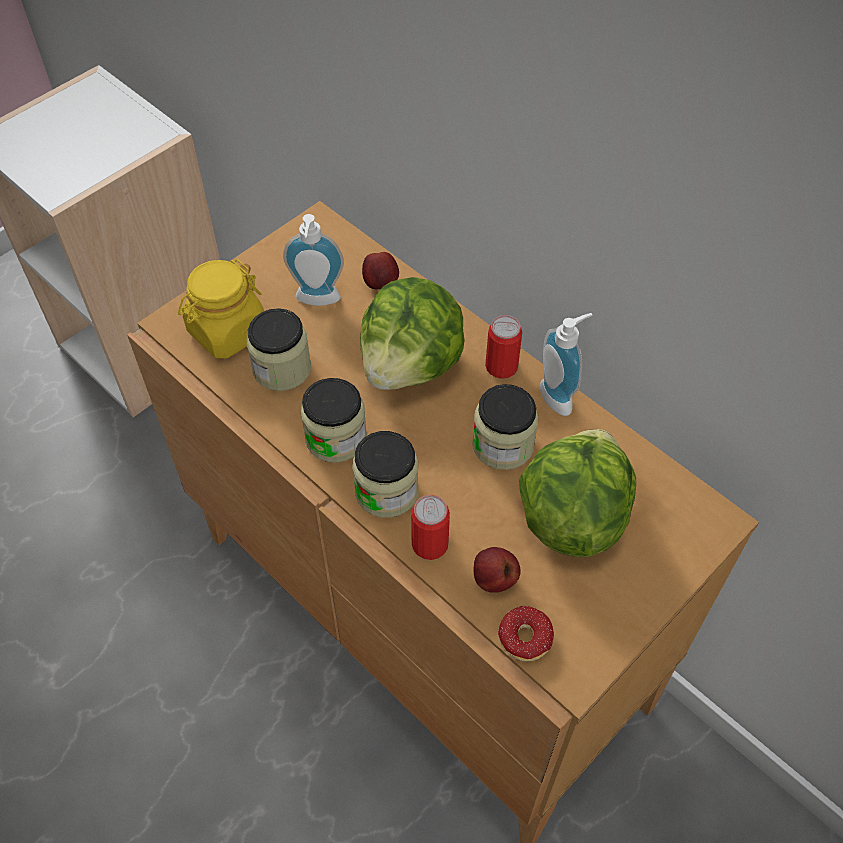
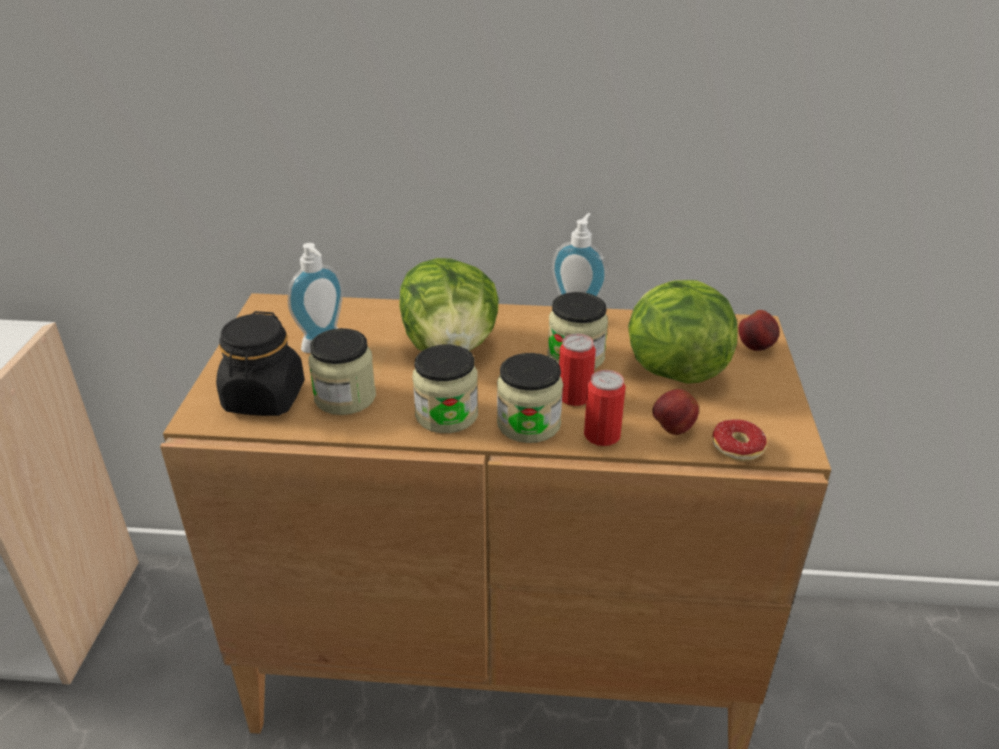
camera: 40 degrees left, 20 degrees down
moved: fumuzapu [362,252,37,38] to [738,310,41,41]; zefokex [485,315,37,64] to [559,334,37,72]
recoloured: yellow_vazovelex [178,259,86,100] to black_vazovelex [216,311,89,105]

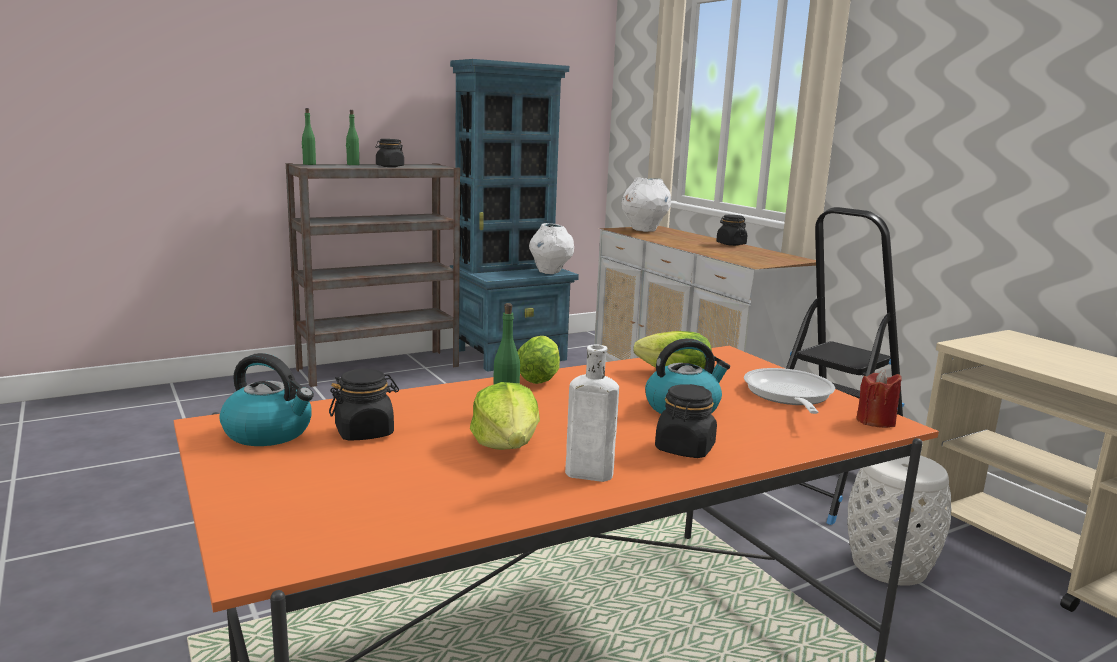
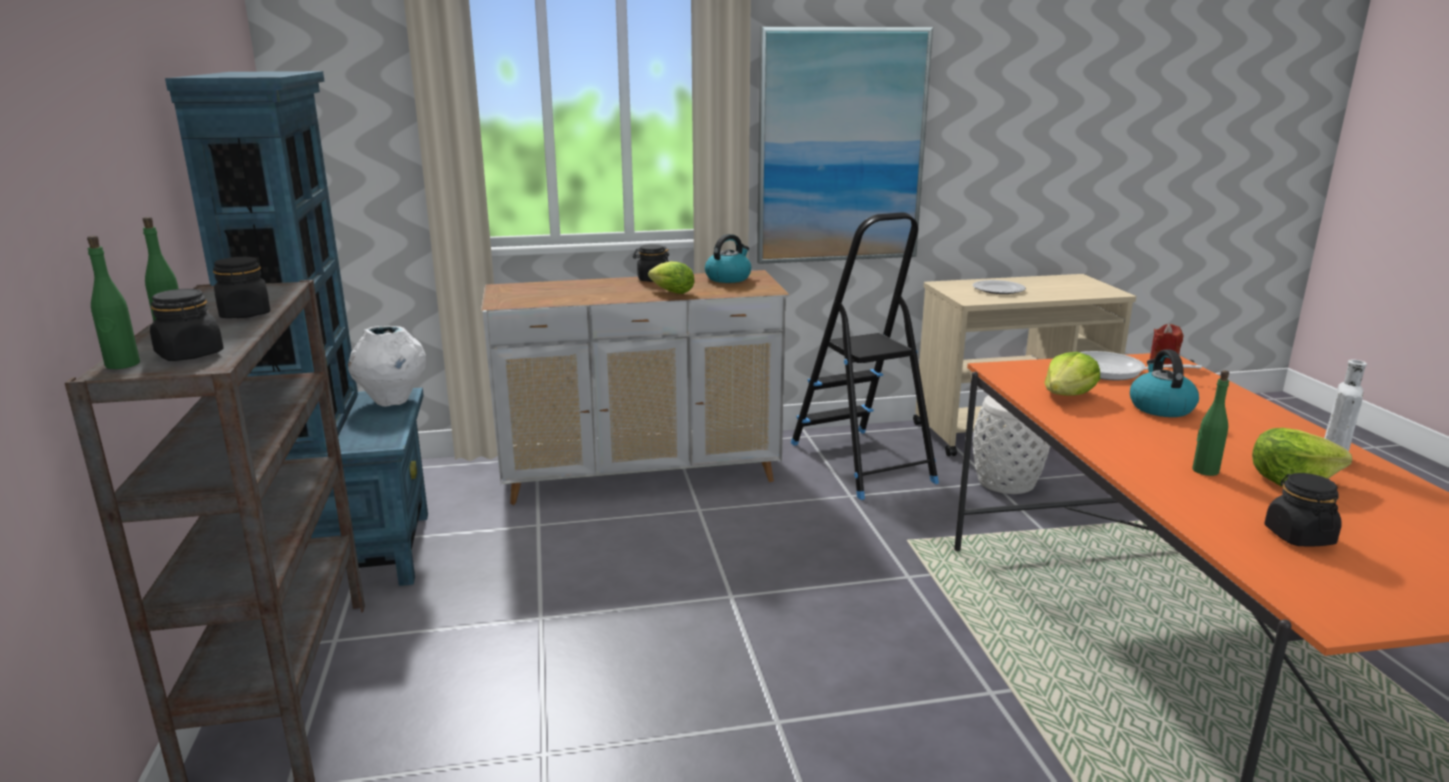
camera: 70 degrees left, 5 degrees up
removed: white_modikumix [622,177,49,55]
added: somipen [757,27,176,237]; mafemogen [973,280,53,14]
moved: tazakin [220,353,94,93] to [705,234,46,49]; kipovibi [517,336,43,48] to [648,261,47,33]; black_vazovelex [655,384,62,74] to [150,289,74,72]

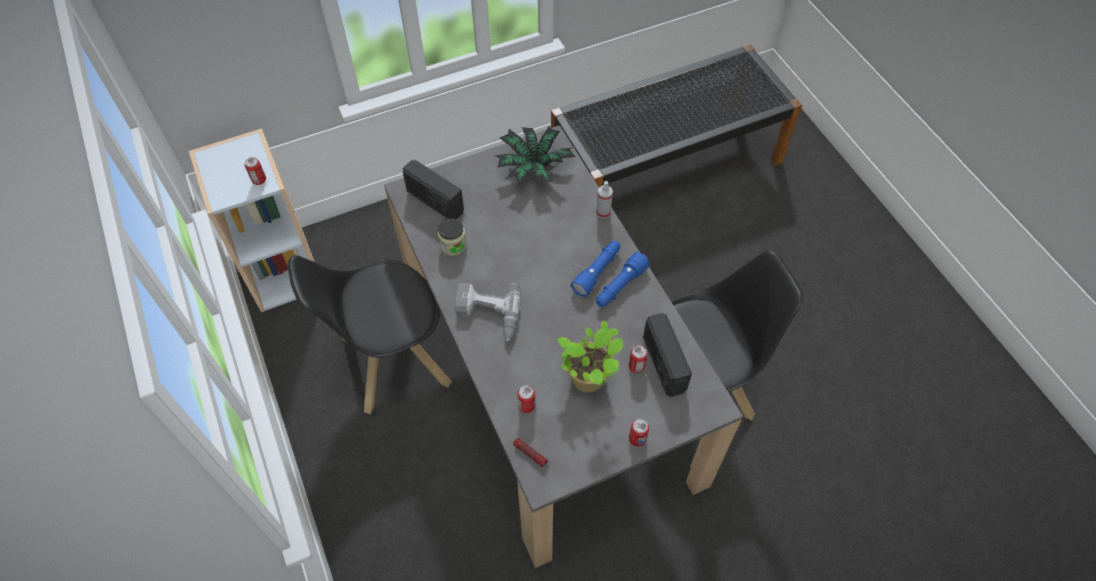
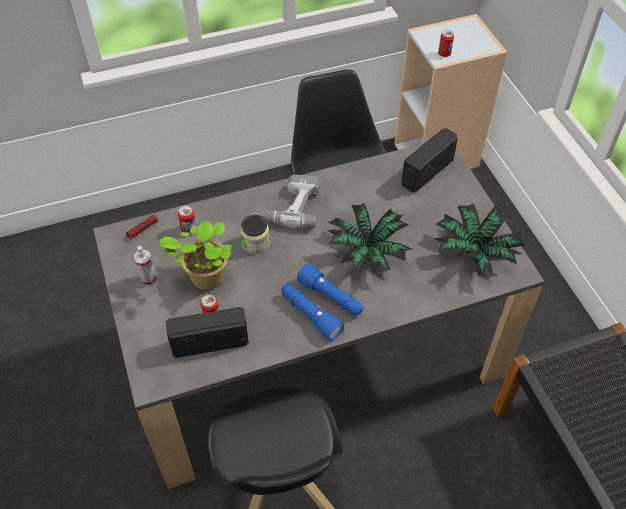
camera: 95 degrees right, 5 degrees down
removed: zefokex [629,419,20,28]
added: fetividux [328,203,84,71]
moved: vazovelex [438,219,29,37] to [240,215,30,39]; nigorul [596,181,17,37] to [134,246,23,40]

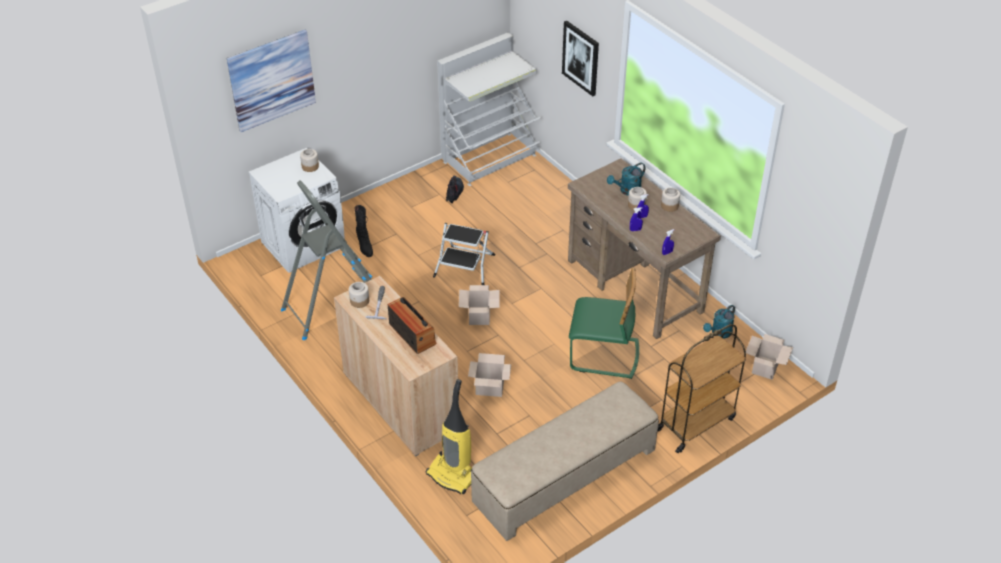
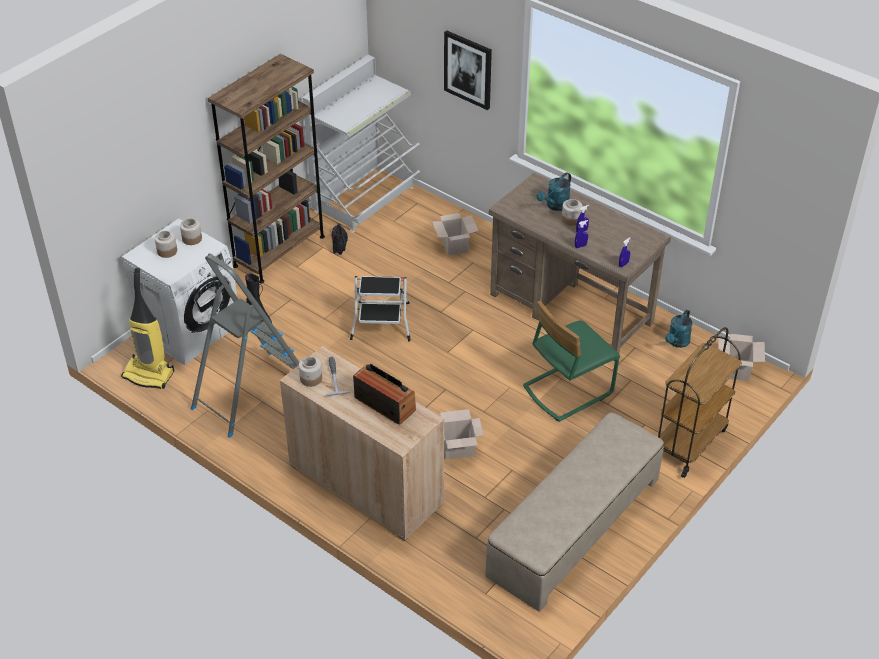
camera: 15 degrees left, 0 degrees up
removed: somipen [227,30,89,102]
added: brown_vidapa [208,54,117,229]
moved: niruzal [426,379,46,115] to [121,268,53,121]; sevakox [459,285,41,40] to [432,213,46,43]; vazovelex [661,188,19,24] to [155,231,22,27]
turned: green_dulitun [569,268,70,111] = [523,301,97,121] 150 degrees clockwise

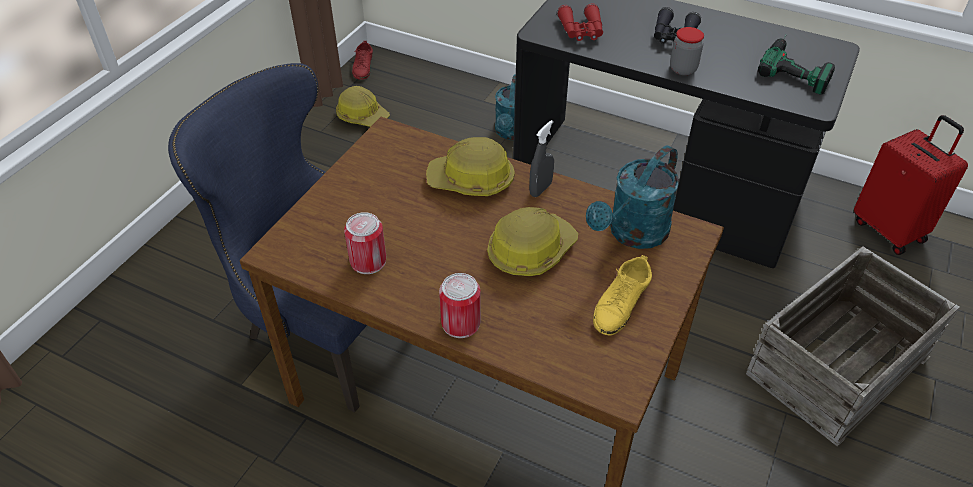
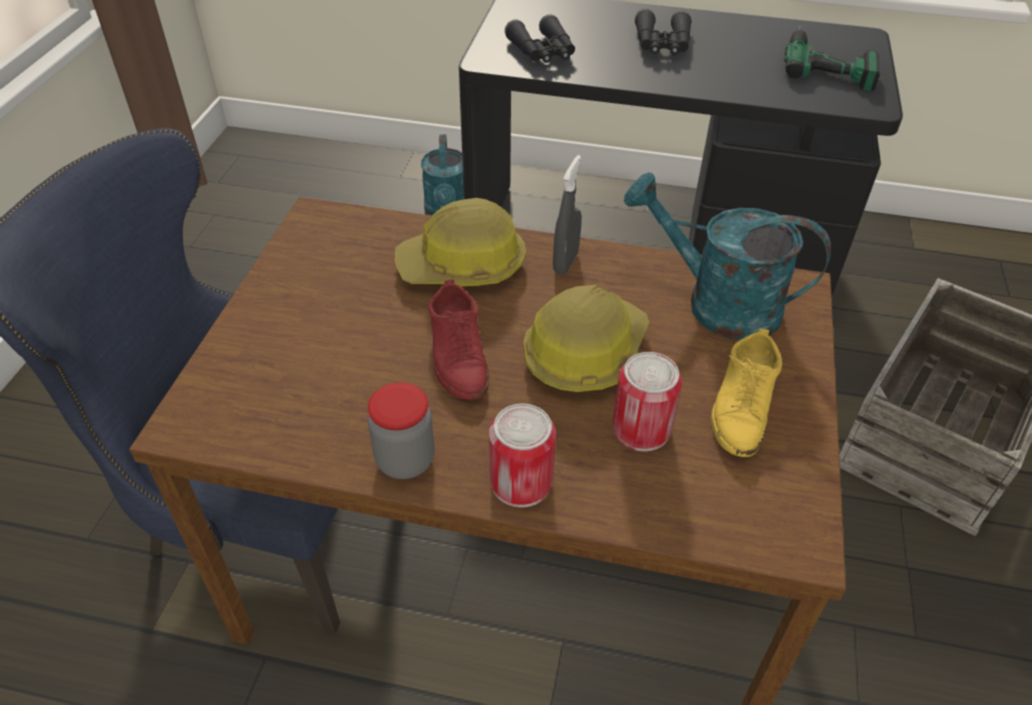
camera: 15 degrees left, 0 degrees up
removed: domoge [336,86,54,41]; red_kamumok [854,115,114,140]
moved: zefokex [344,212,42,62] to [612,352,70,99]; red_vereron [352,41,21,39] to [428,279,61,121]; vazovelex [670,27,34,48] to [368,383,66,96]
recoloured: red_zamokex [557,4,46,37] to black_zamokex [505,14,70,49]
turned: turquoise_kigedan [586,145,93,104] = [624,172,207,168] 90 degrees clockwise

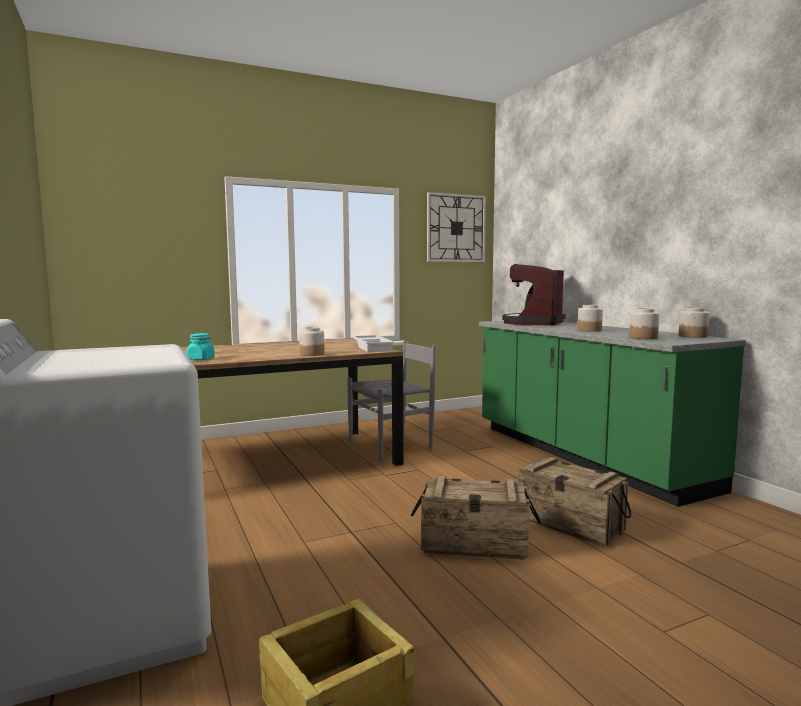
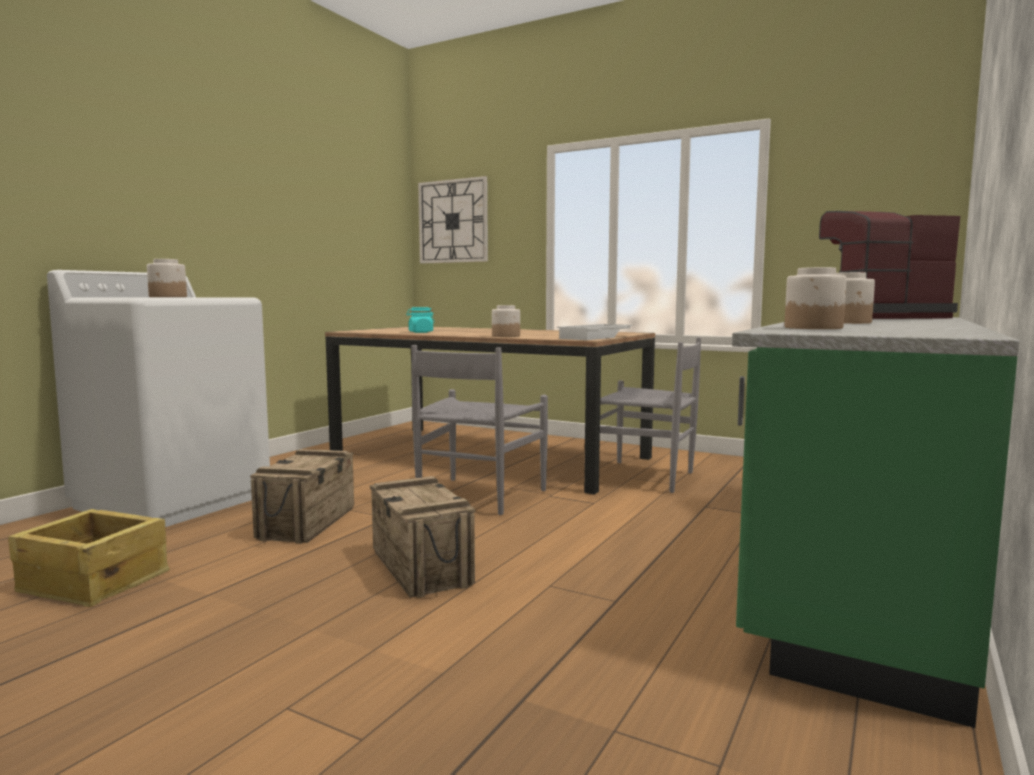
camera: 55 degrees right, 0 degrees up
added: grey_dulitun [412,345,136,170]
moved: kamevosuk [427,192,59,70] to [418,176,70,87]; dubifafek [518,457,113,90] to [250,449,104,95]; vazovelex [679,307,30,31] to [147,259,40,38]

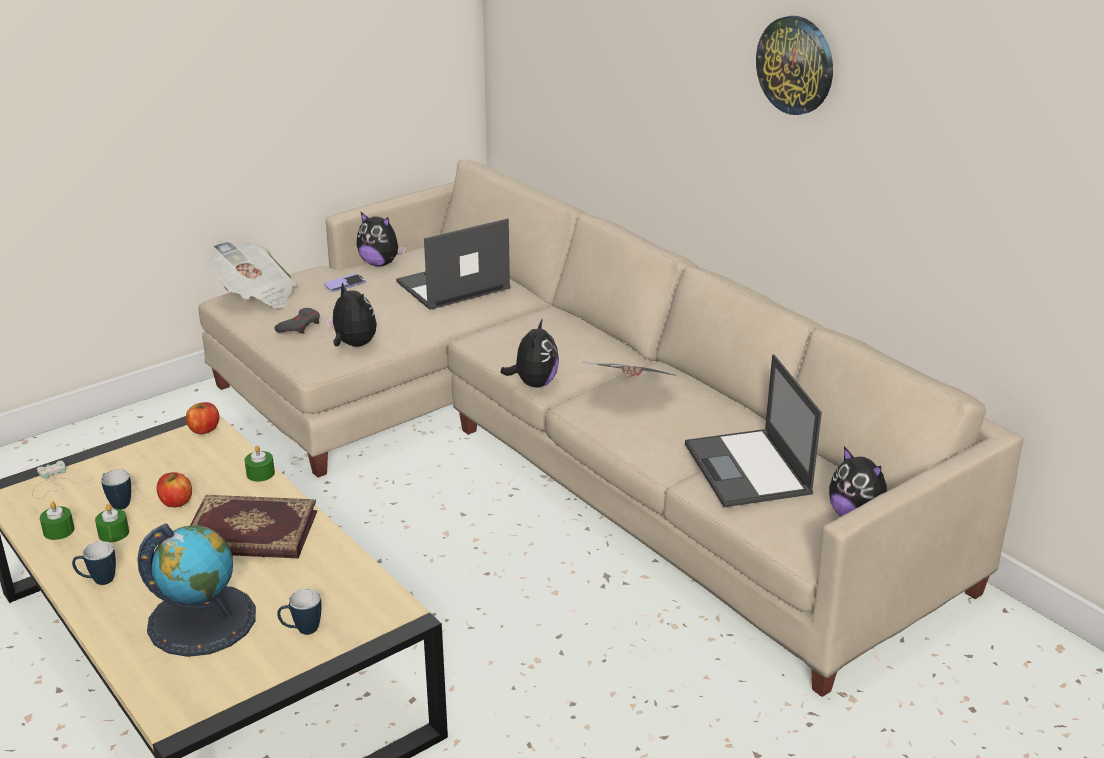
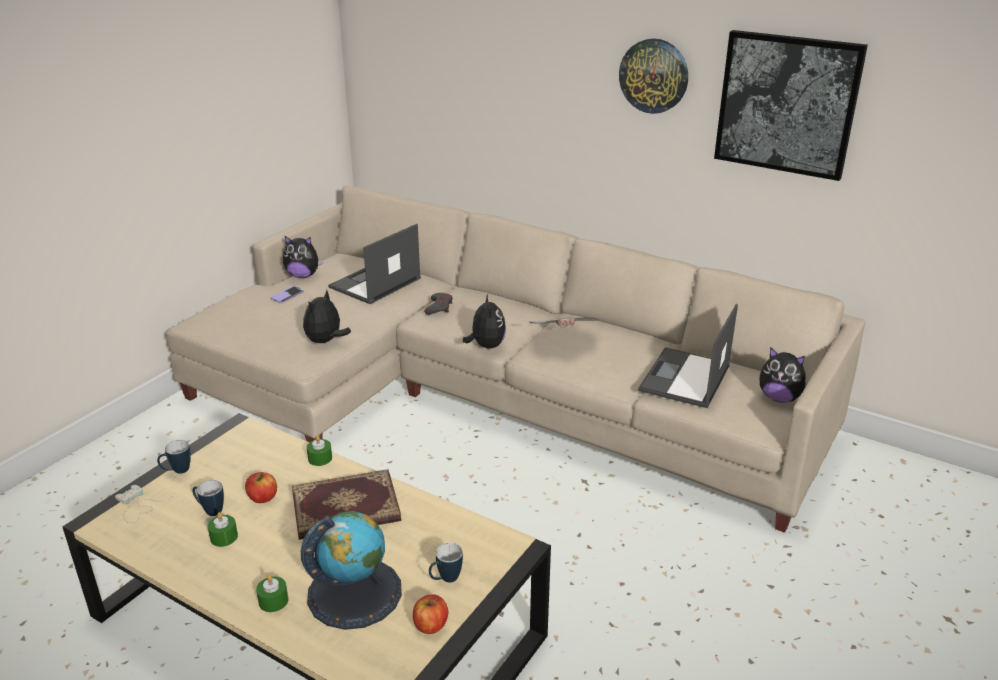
camera: 20 degrees left, 0 degrees up
removed: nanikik [208,241,89,67]
added: somipen [714,30,154,151]
moved: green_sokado [40,501,35,39] to [256,575,33,37]; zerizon [72,541,44,44] to [157,440,34,34]; fumuzapu [186,402,33,32] to [413,594,35,40]; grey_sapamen [274,308,46,26] to [424,293,29,22]
turned: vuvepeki [326,282,51,65] = [303,290,48,53] 90 degrees counterclockwise; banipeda [685,354,137,153] = [638,304,100,104] 60 degrees clockwise

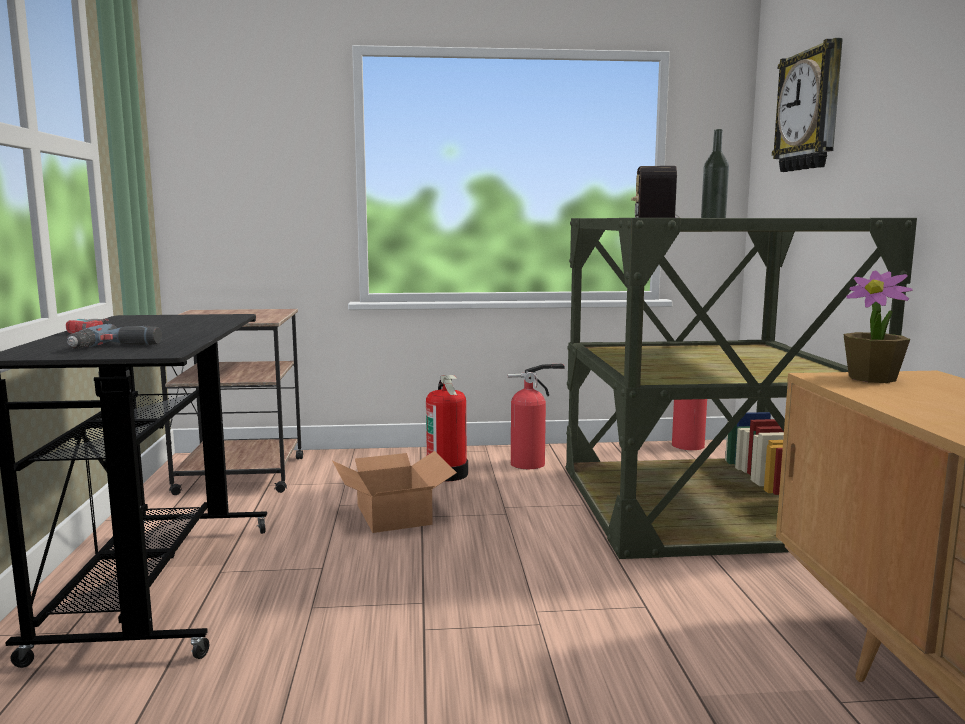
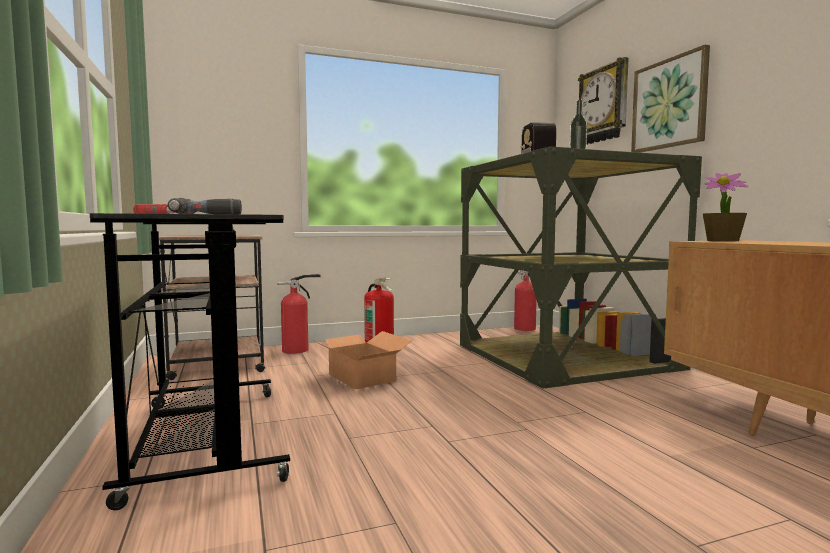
camera: 15 degrees left, 5 degrees down
added: somipen [631,44,79,109]
moved: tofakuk [507,363,58,106] to [277,274,44,80]

